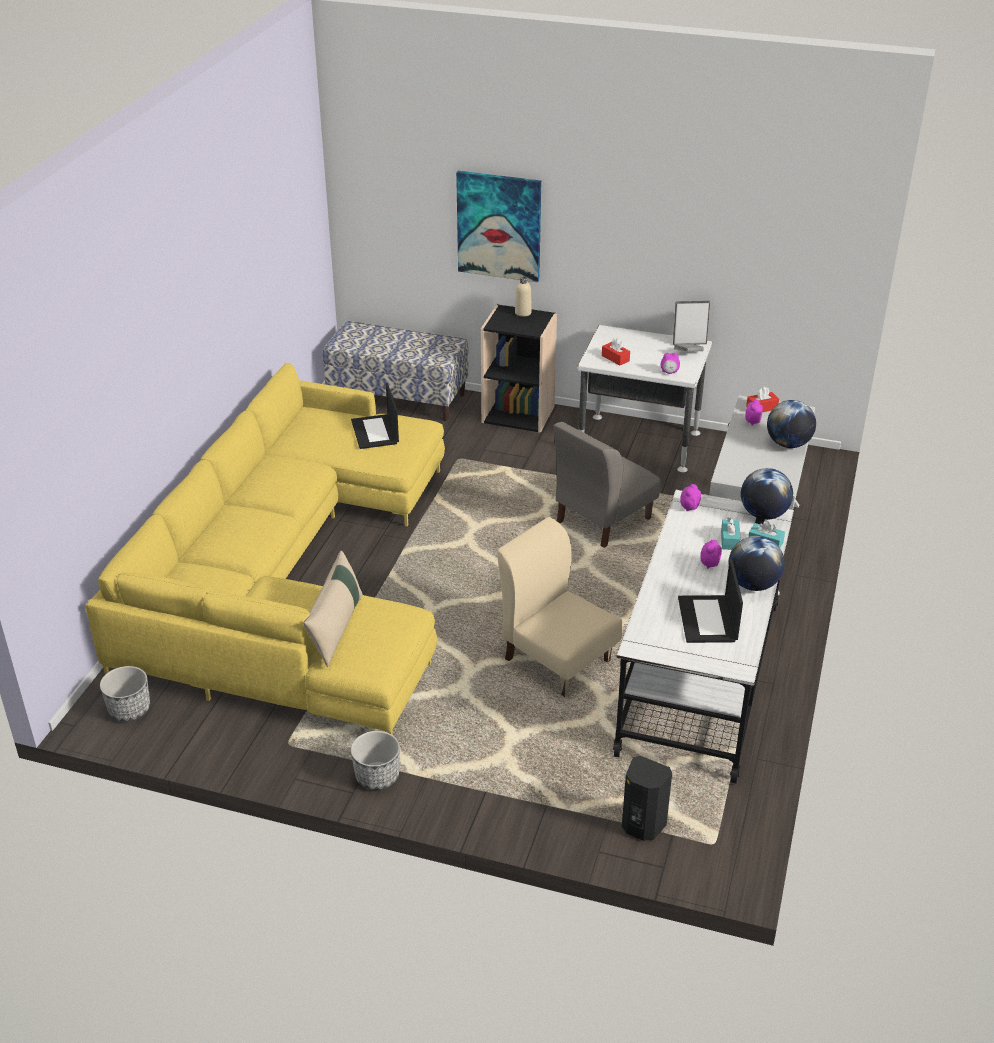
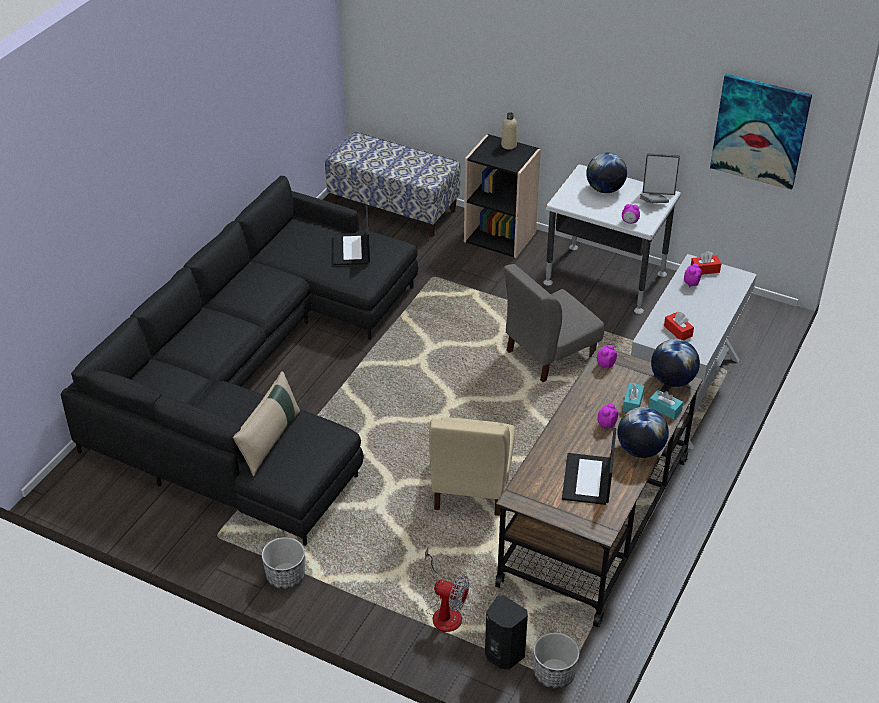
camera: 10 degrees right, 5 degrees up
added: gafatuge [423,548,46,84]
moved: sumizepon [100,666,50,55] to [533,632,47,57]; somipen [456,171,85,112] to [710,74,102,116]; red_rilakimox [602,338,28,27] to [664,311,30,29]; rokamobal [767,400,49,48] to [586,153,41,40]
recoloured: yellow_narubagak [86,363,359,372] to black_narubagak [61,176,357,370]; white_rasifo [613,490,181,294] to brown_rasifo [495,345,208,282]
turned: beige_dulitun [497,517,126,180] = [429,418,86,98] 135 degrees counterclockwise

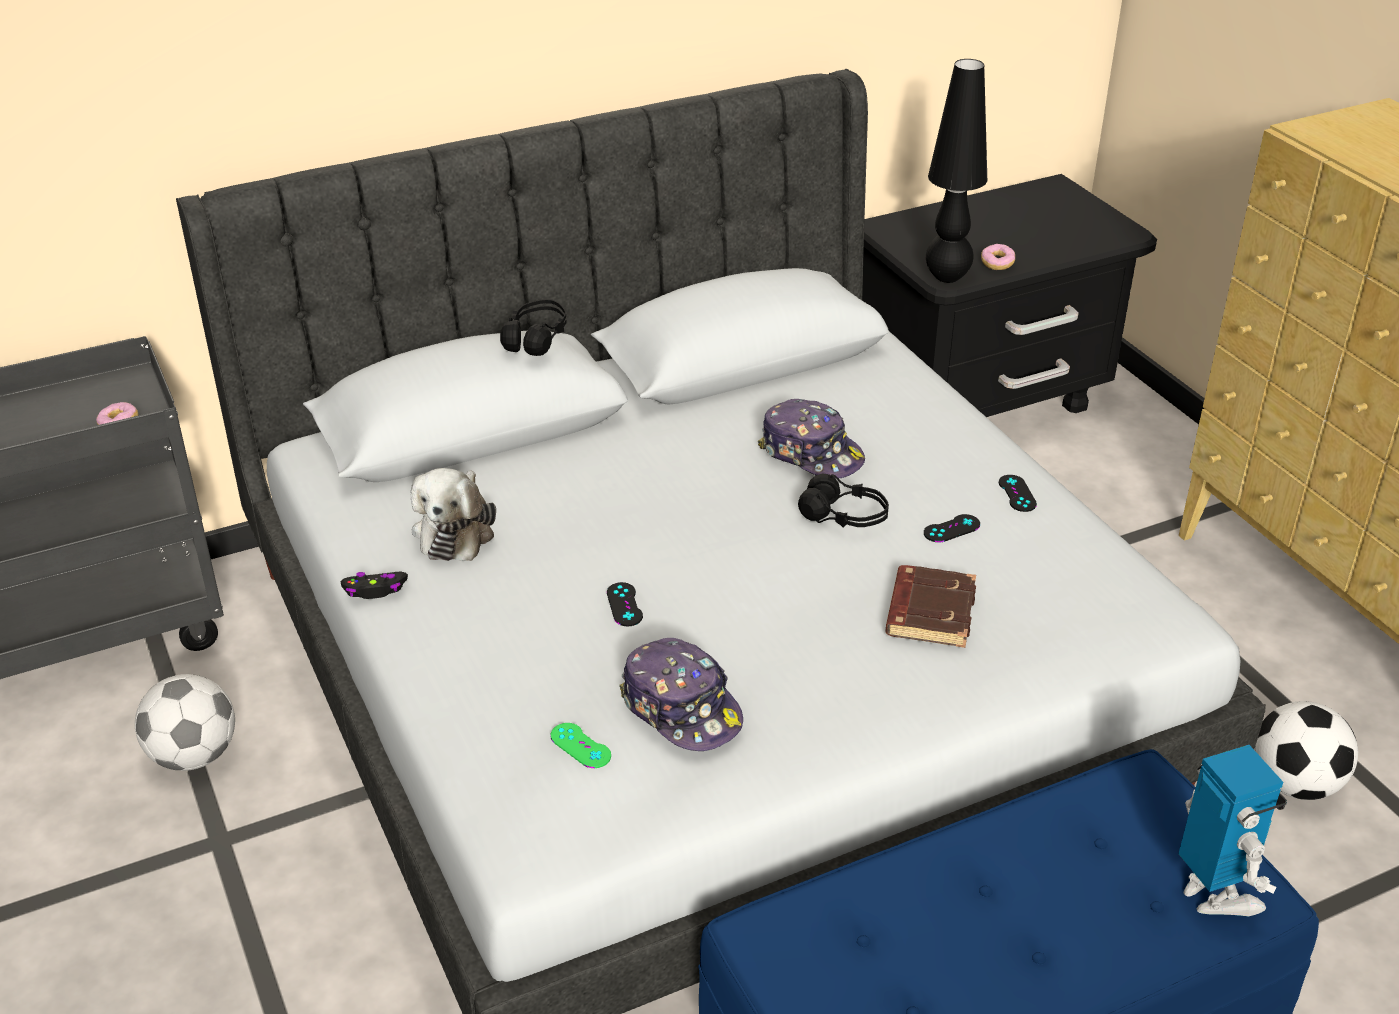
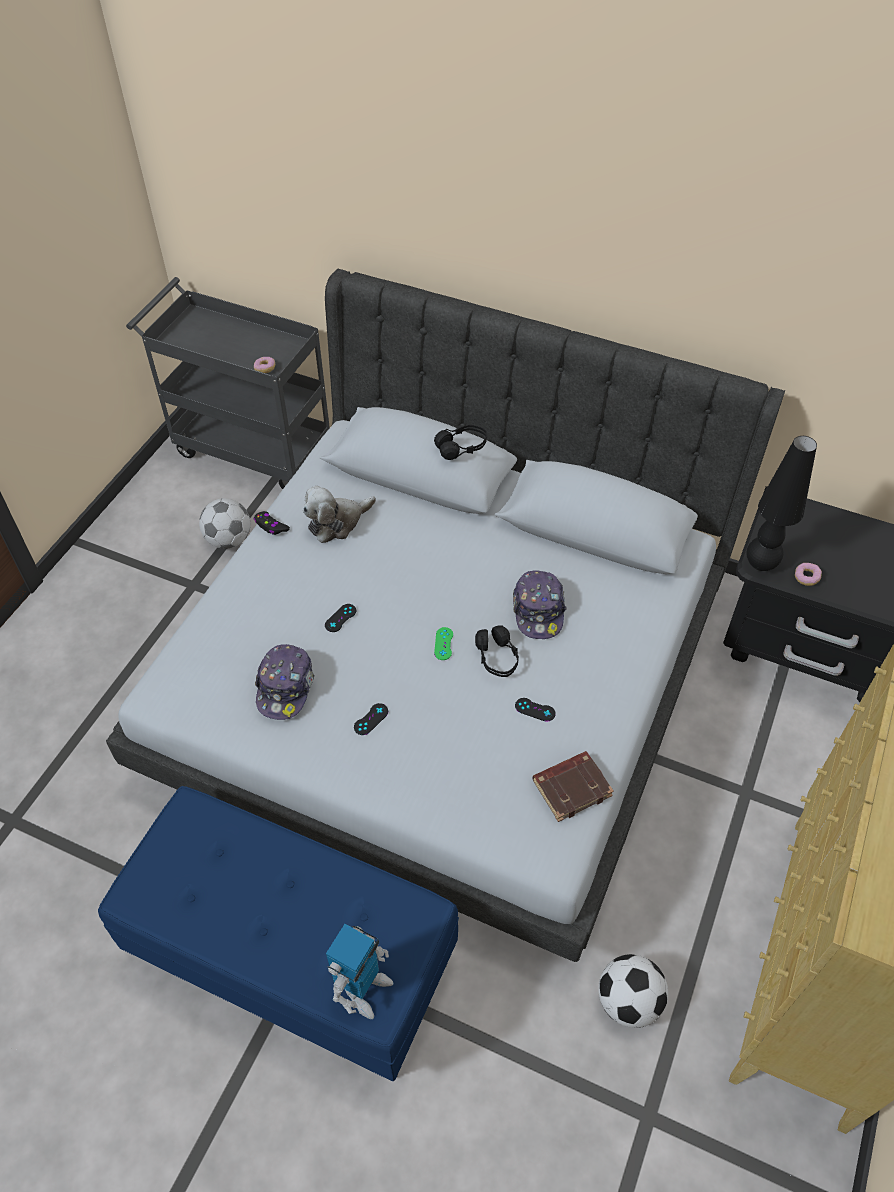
camera: 50 degrees right, 15 degrees up
moved: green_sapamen [550,723,61,45] to [434,627,19,33]; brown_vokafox [885,565,91,83] to [533,751,81,71]; black_sapamen [999,475,38,37] to [354,703,34,32]

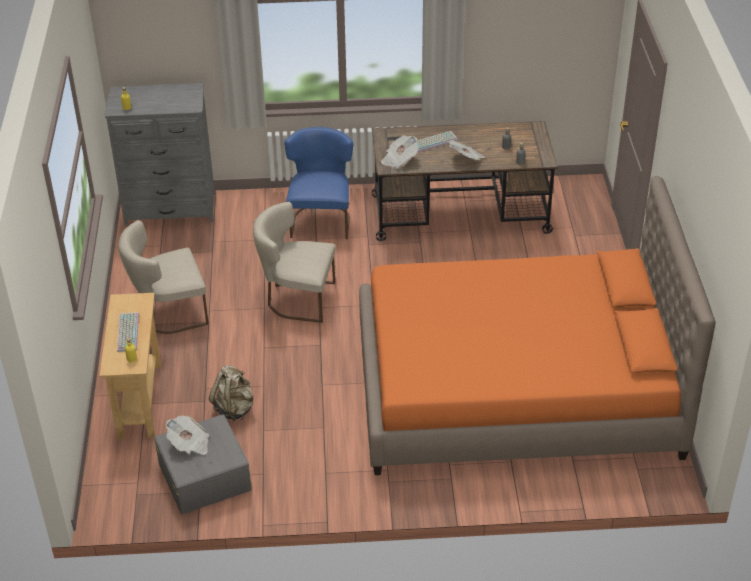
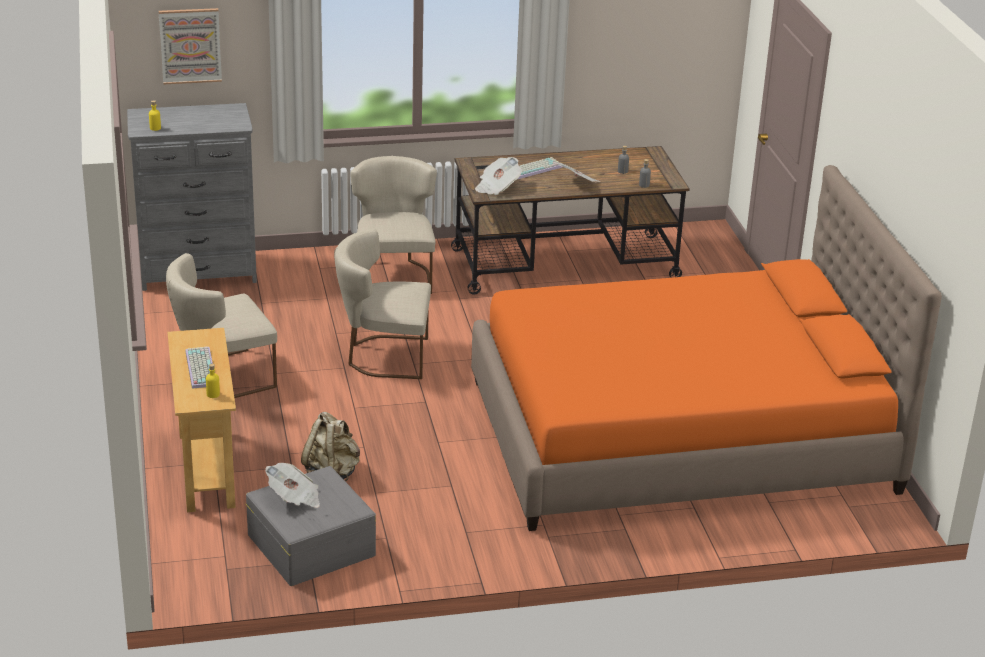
camera: 10 degrees left, 10 degrees down
added: somipen [159,8,63,76]
recoloured: blue_dulitun [284,126,70,113] to beige_dulitun [350,155,87,139]

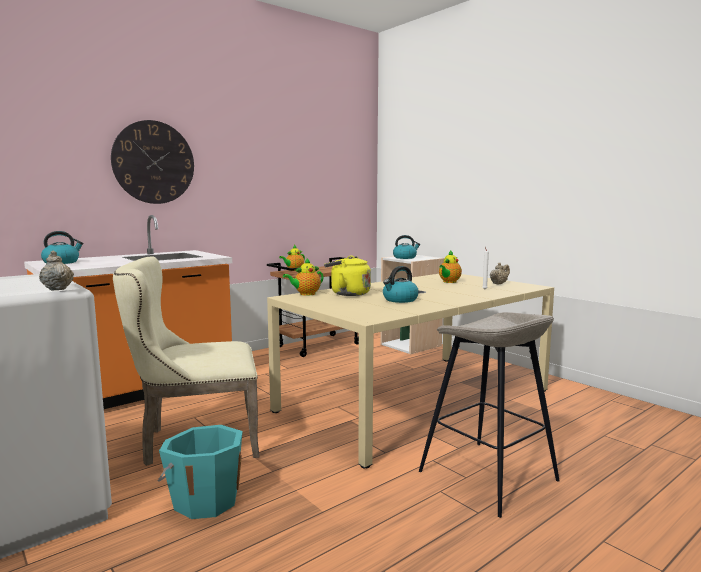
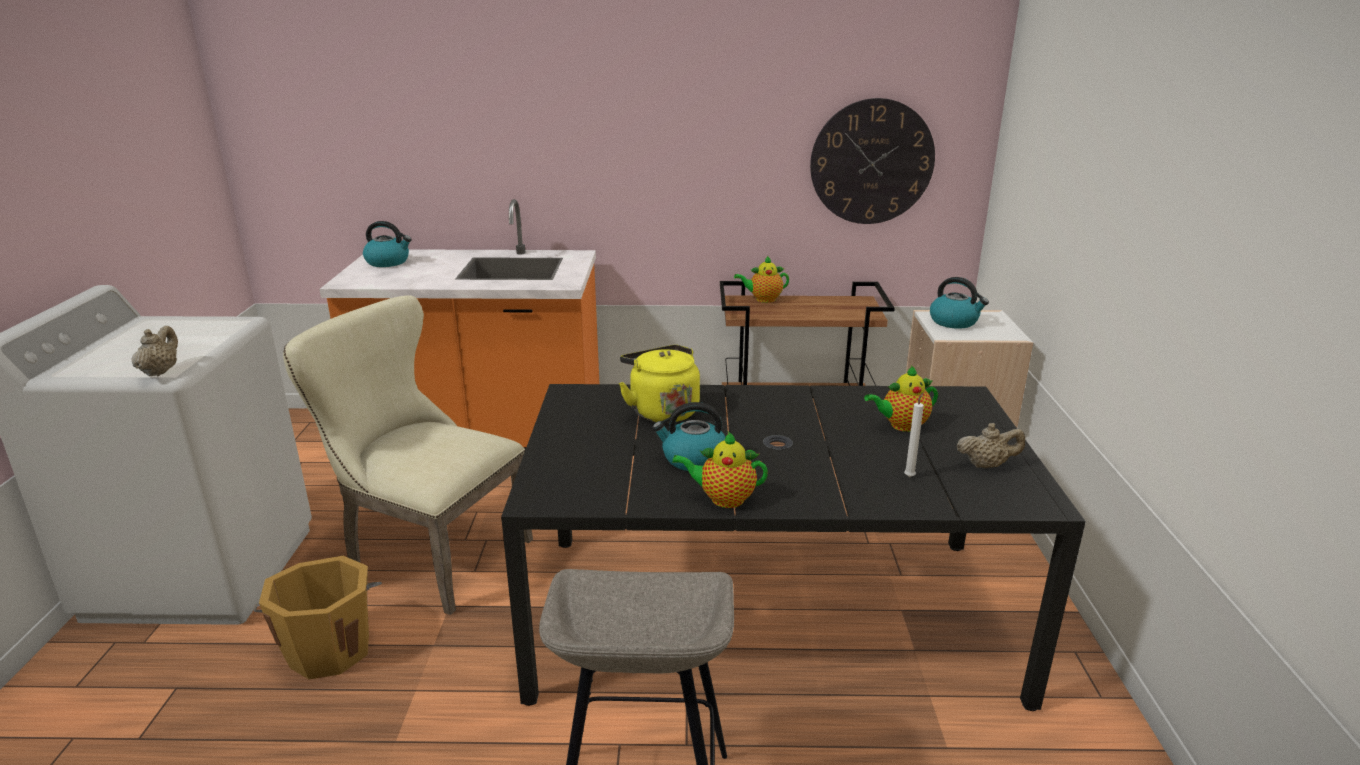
camera: 40 degrees right, 15 degrees up
moved: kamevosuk [111,120,83,84] to [810,98,125,126]; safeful [283,258,41,38] to [672,432,96,76]
recoloured: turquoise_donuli [158,425,85,94] to orange_donuli [254,556,128,123]; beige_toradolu [267,274,287,195] to black_toradolu [501,384,585,327]

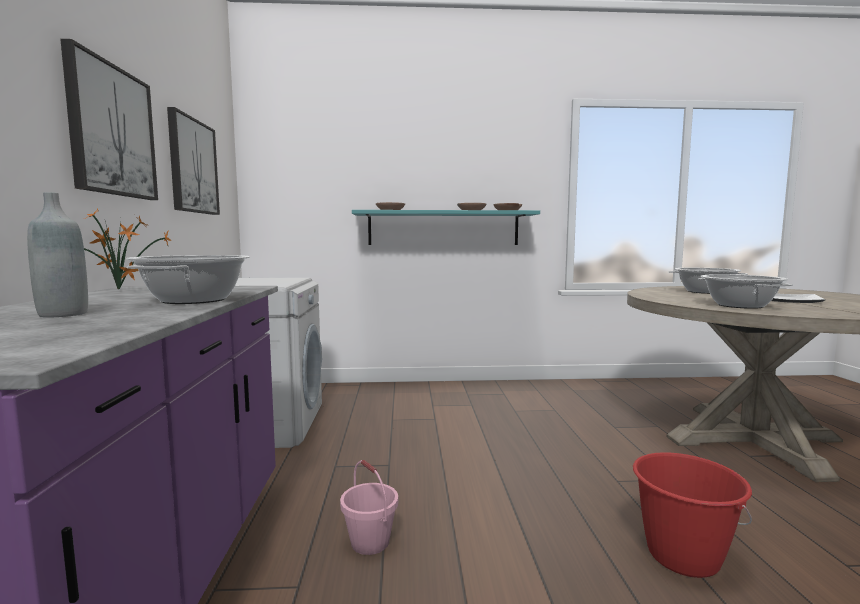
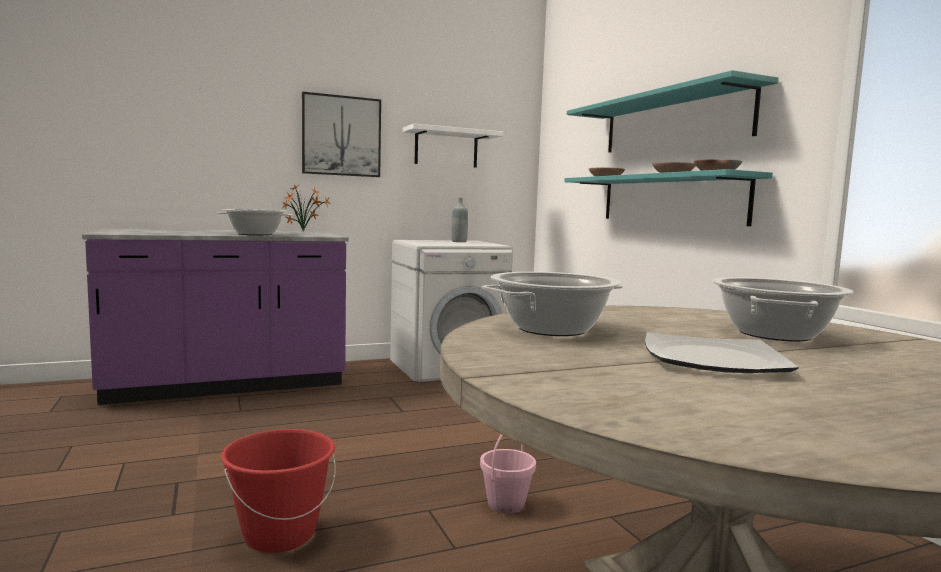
camera: 70 degrees right, 0 degrees up
added: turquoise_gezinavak [567,70,212,83]
moved: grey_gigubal [27,192,61,126] to [451,198,17,44]; pink_donuli [340,460,58,95] to [480,434,56,80]
replaced: somipen [167,107,53,108] to white_gezinavak [403,124,100,44]

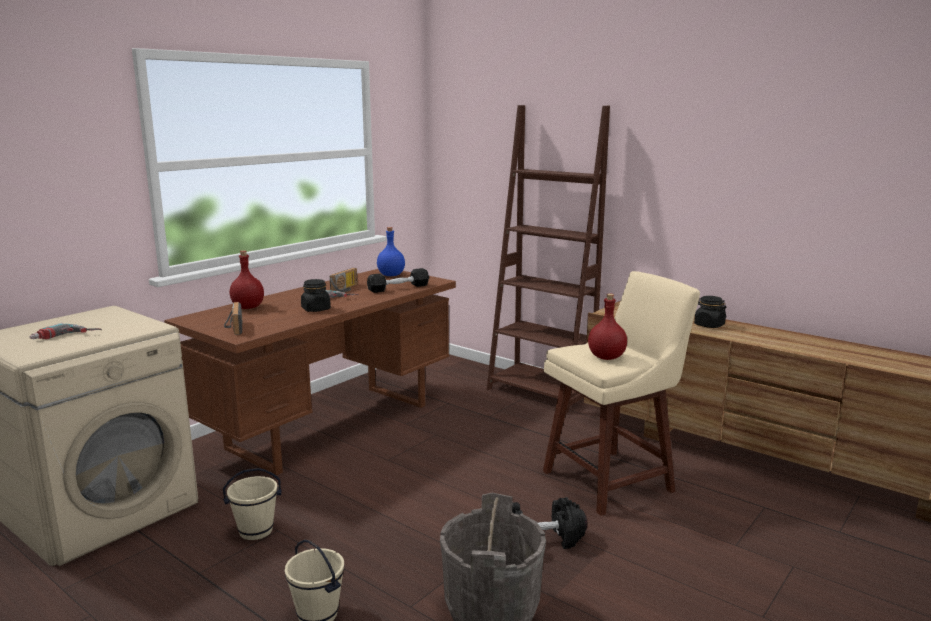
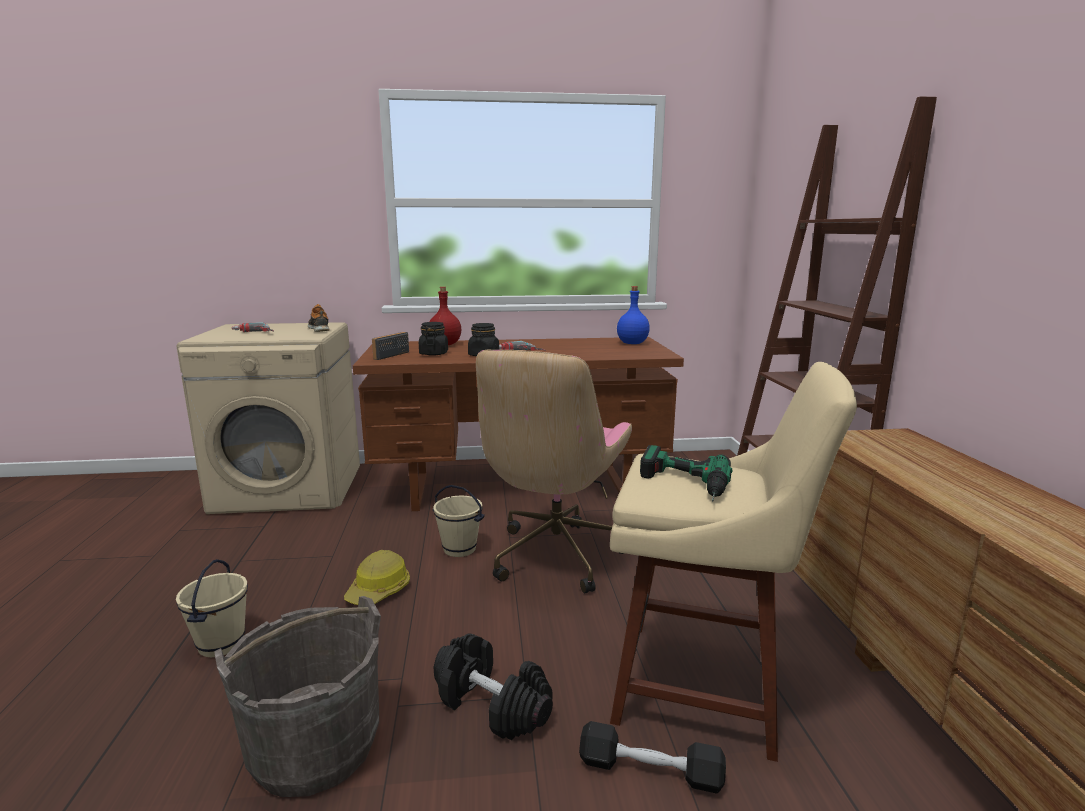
camera: 45 degrees right, 0 degrees up
removed: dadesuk [330,268,28,24]
added: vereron [308,304,22,28]; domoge [344,550,66,55]; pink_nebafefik [476,350,156,243]
moved: beige_donuli [223,468,59,72] to [432,485,53,72]; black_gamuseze [367,268,62,25] to [579,721,147,73]; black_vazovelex [694,296,32,32] to [419,322,29,34]
replaced: red_gigubal [588,294,39,66] to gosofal [640,445,92,57]

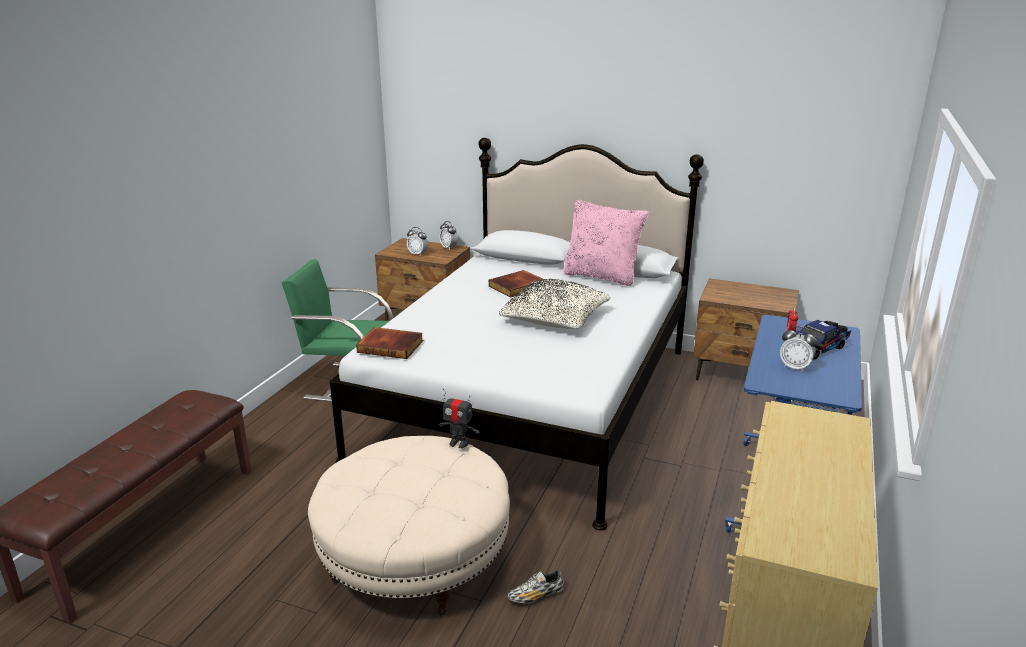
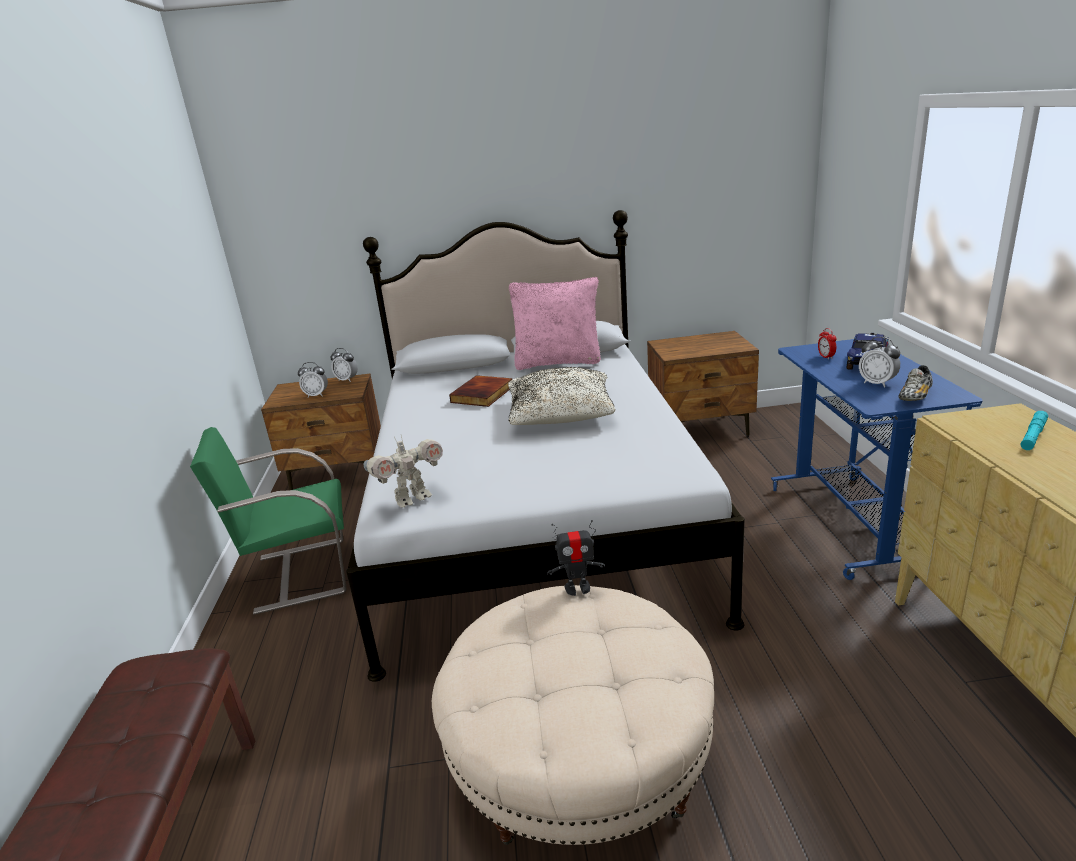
camera: 25 degrees left, 0 degrees up
added: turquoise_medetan [1021,411,27,39]
moved: vereron [507,570,57,34] to [898,365,35,36]
replaced: vokafox [356,327,67,32] to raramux [363,435,80,73]
turned: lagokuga [780,326,38,46] = [859,337,41,51] 45 degrees clockwise

